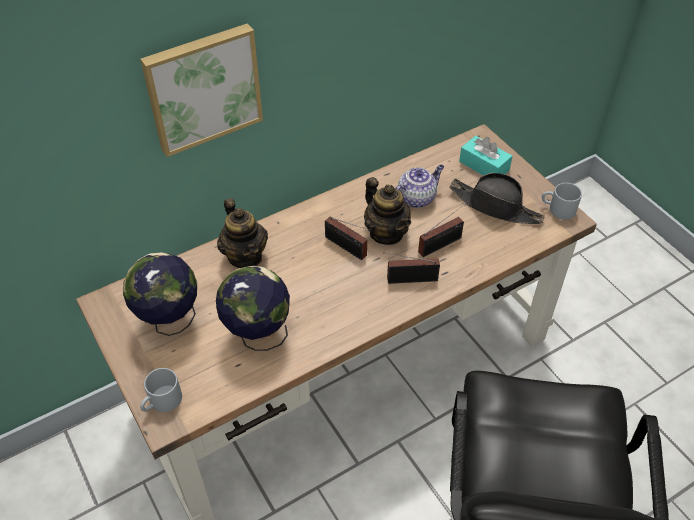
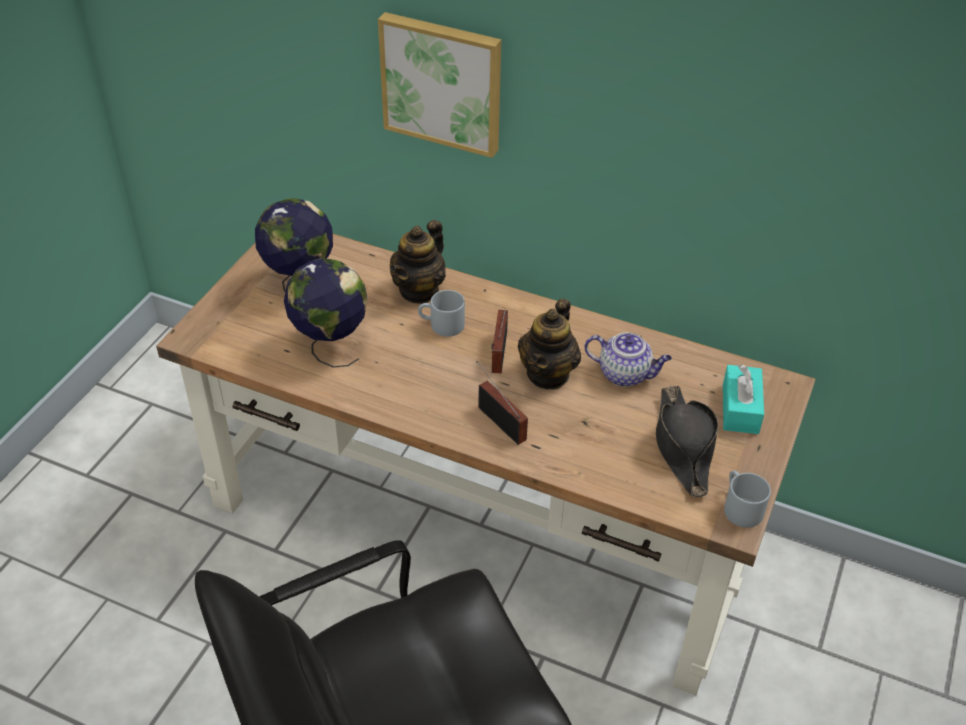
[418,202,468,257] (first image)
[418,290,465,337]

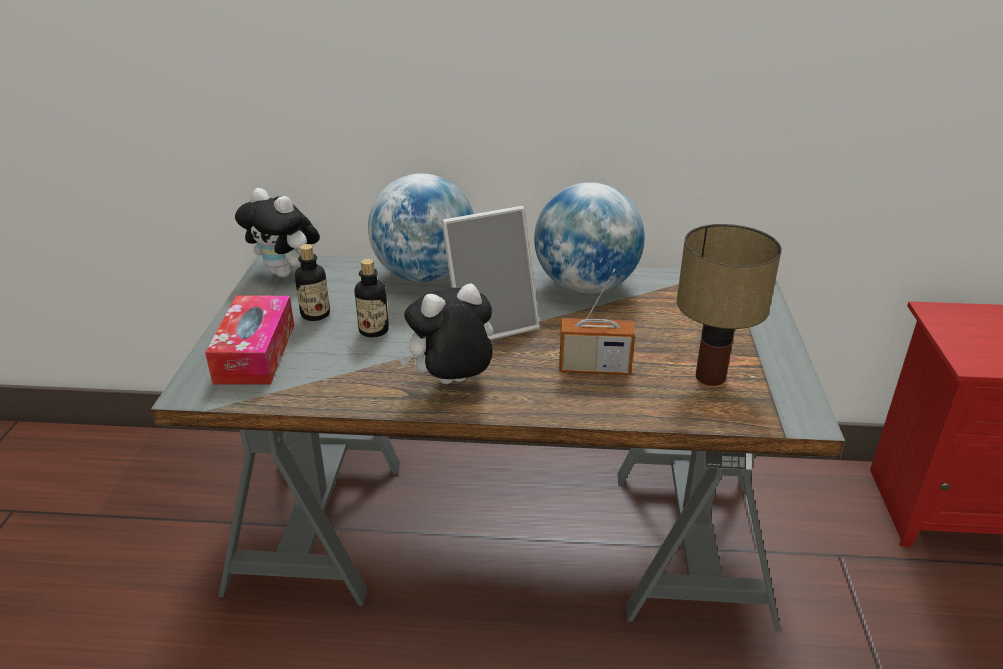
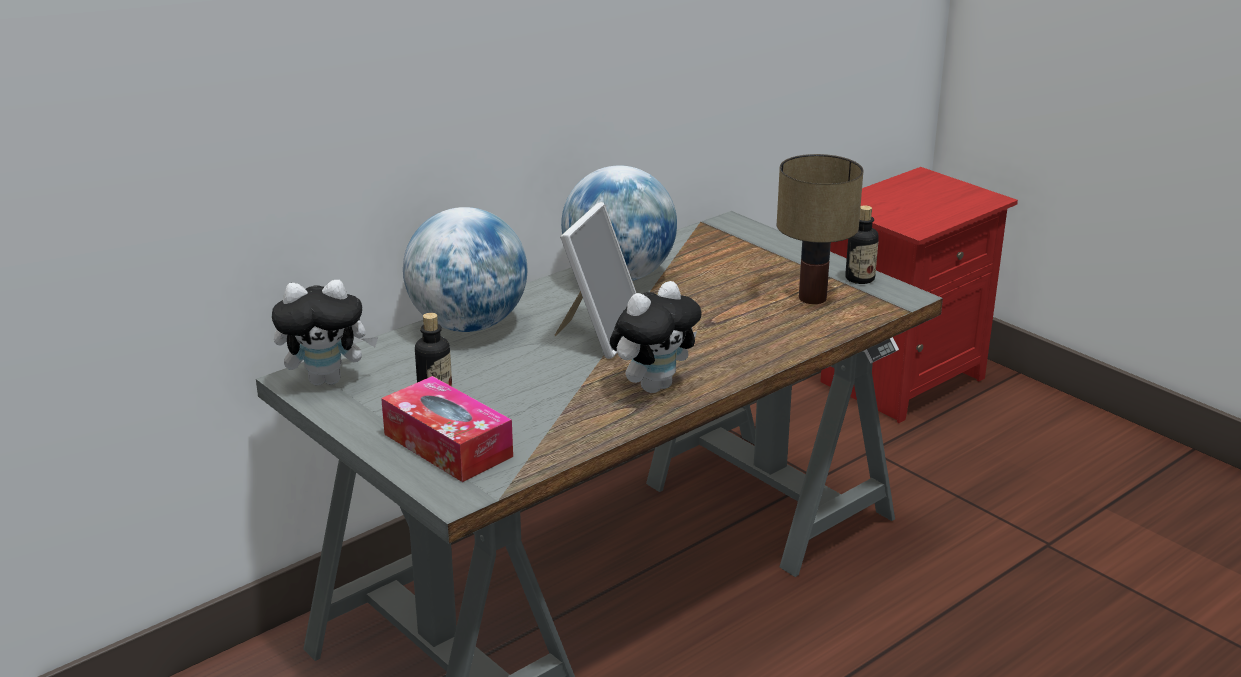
[559,269,635,375] (first image)
[845,205,879,284]
[610,281,702,393]

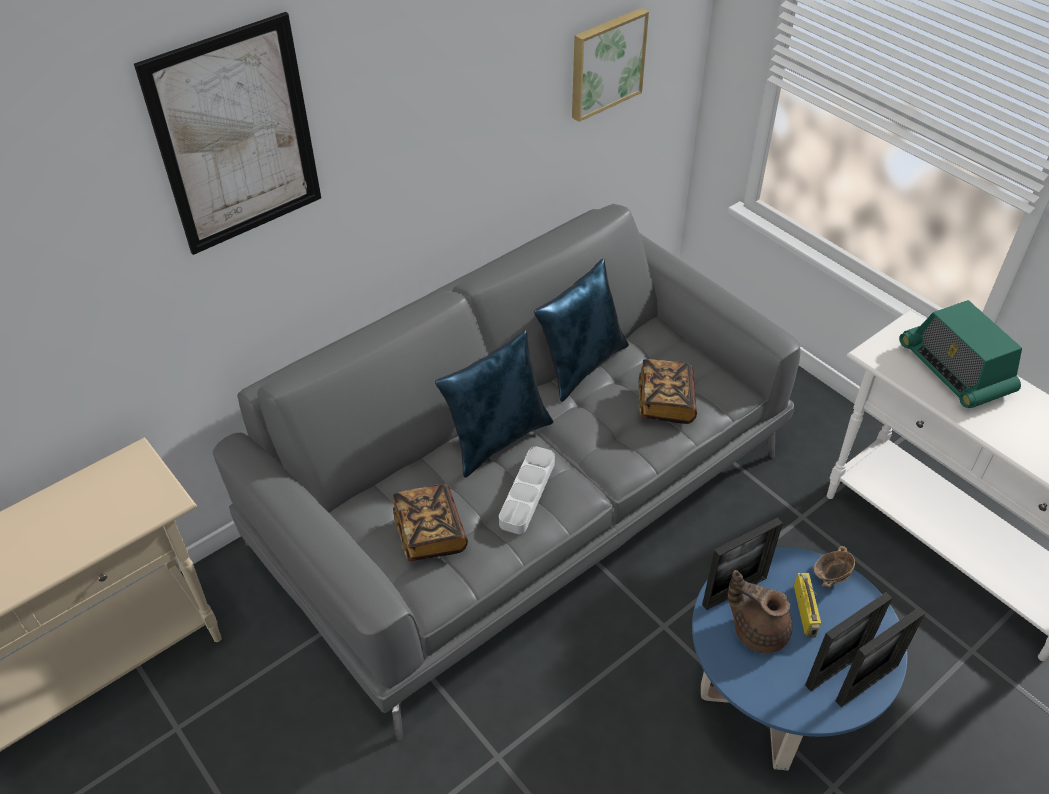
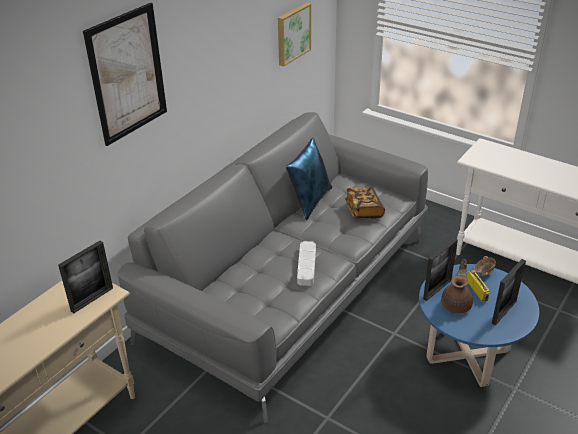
[393,484,468,561] (first image)
[435,330,554,478] (first image)
[899,300,1022,408] (first image)
[58,241,113,313]
[441,259,473,313]

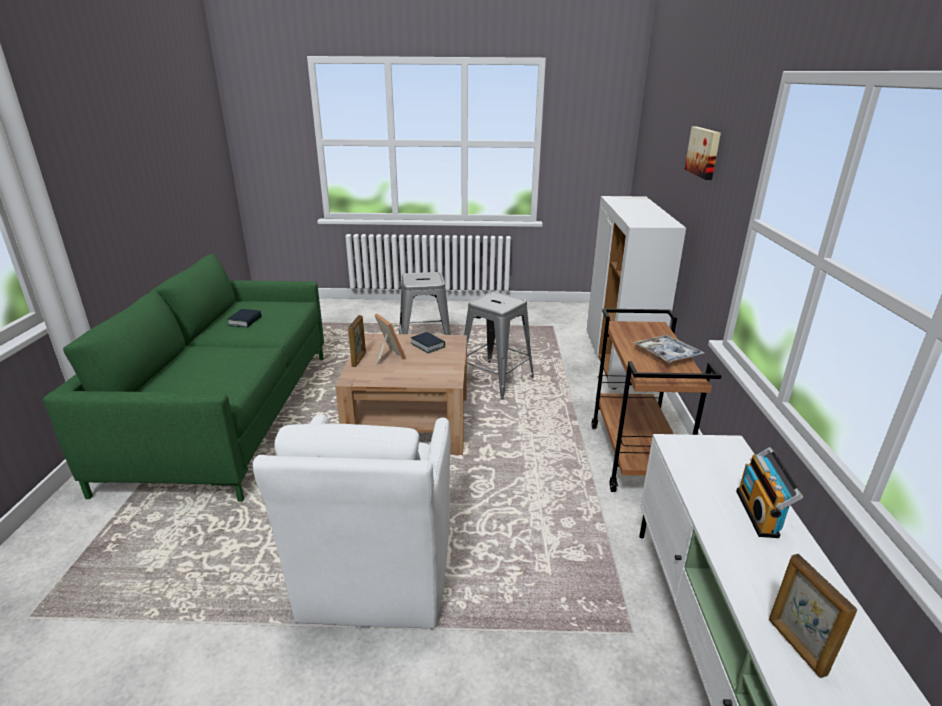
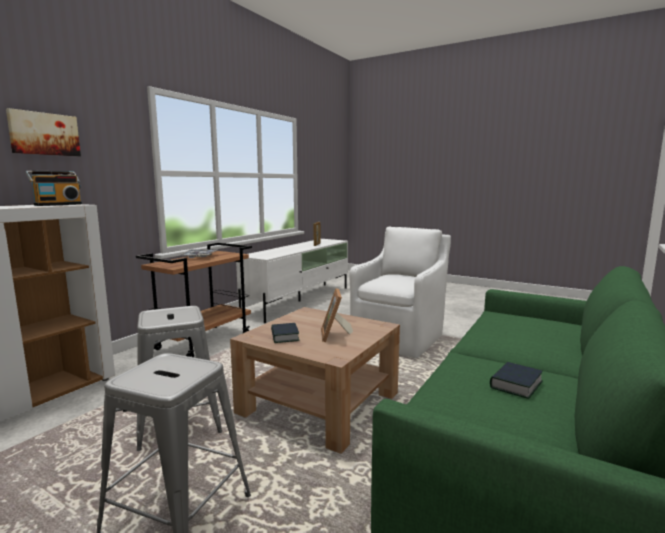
[348,315,366,367] (first image)
[26,170,82,206]

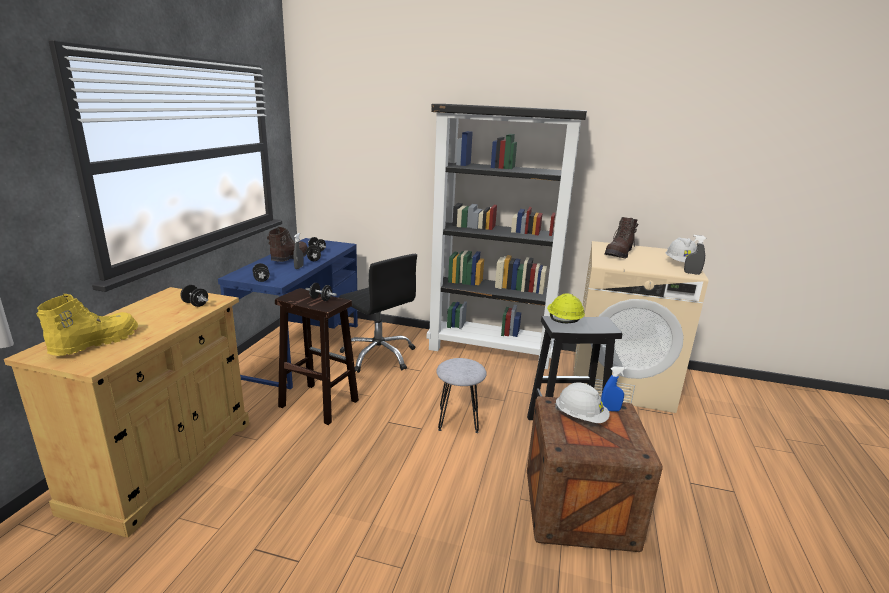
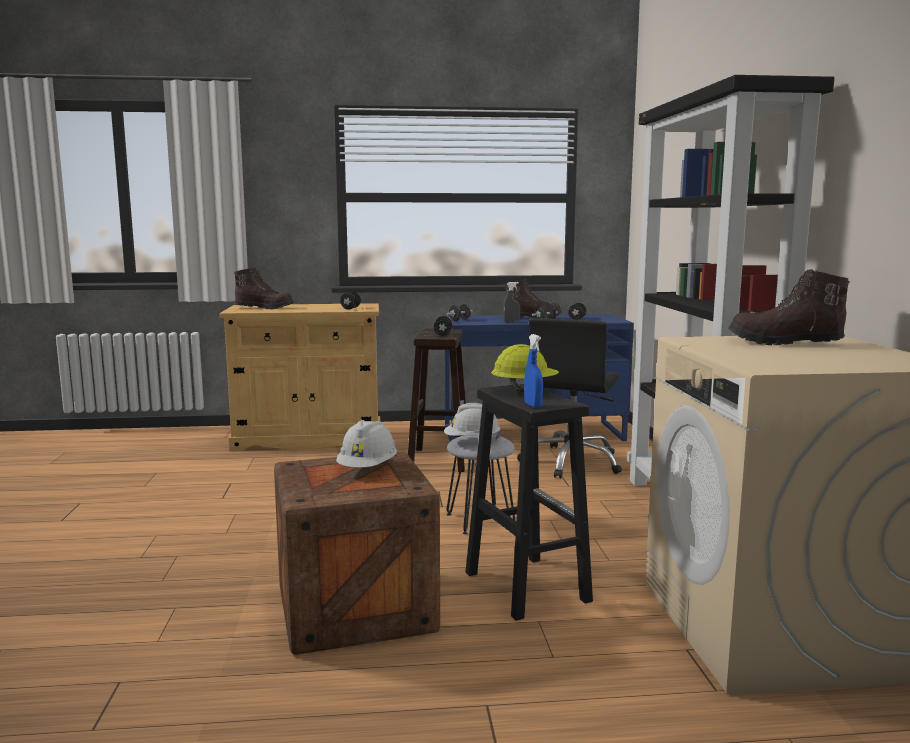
[684,235,706,275] (first image)
[524,334,543,408]
[444,403,501,440]
[234,267,294,309]

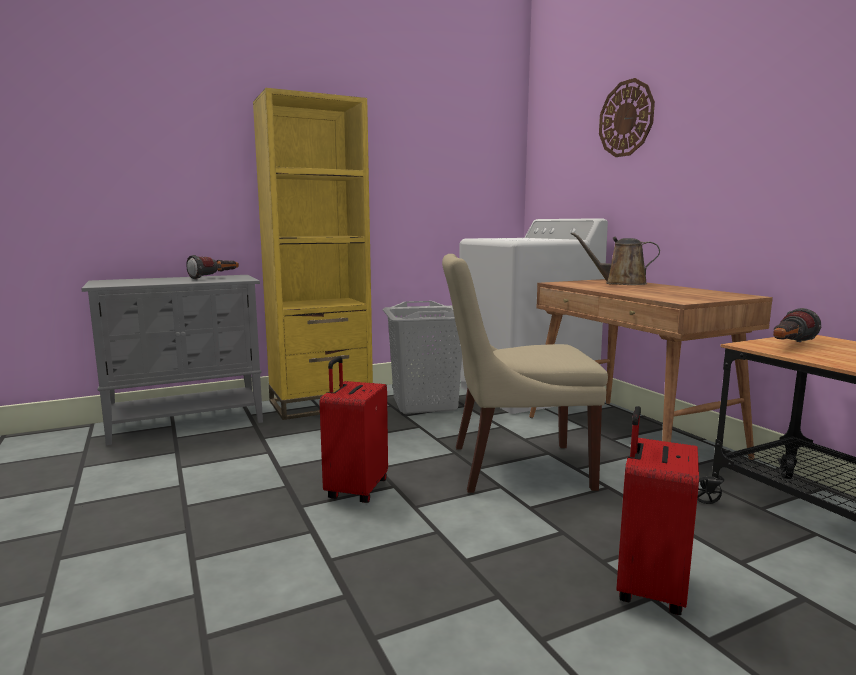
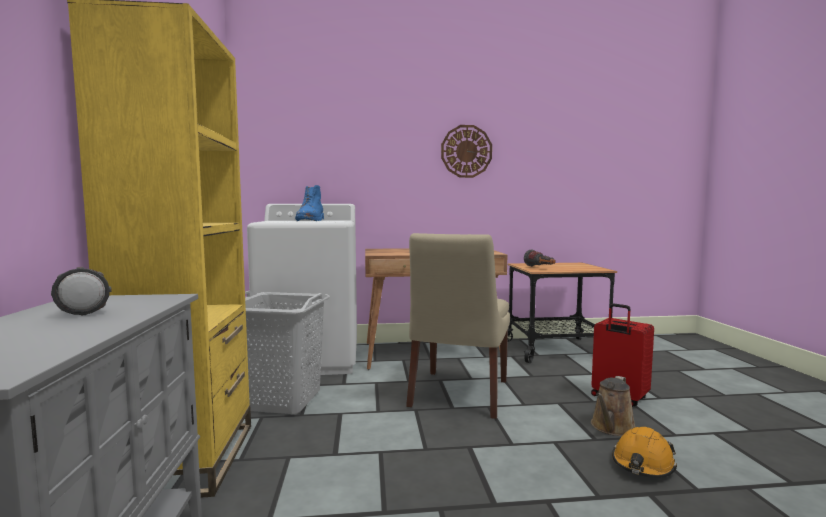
[319,357,388,503] (first image)
[295,185,324,221]
[612,427,677,478]
[591,376,636,436]
[441,125,492,178]

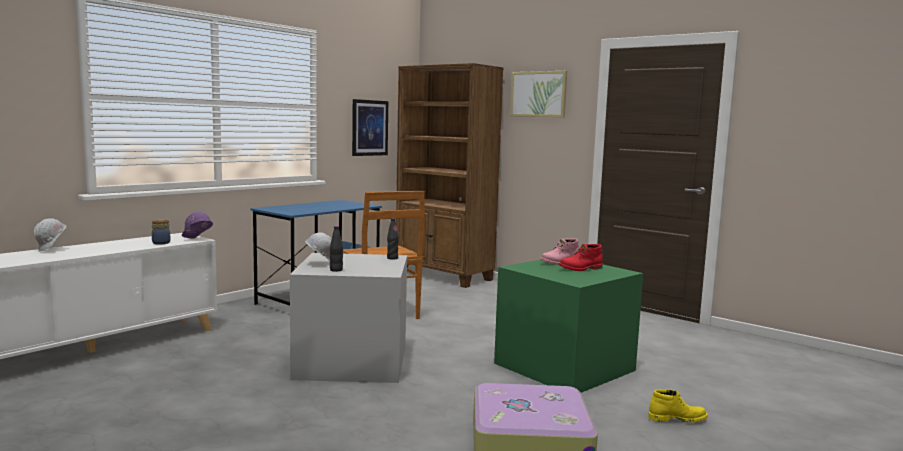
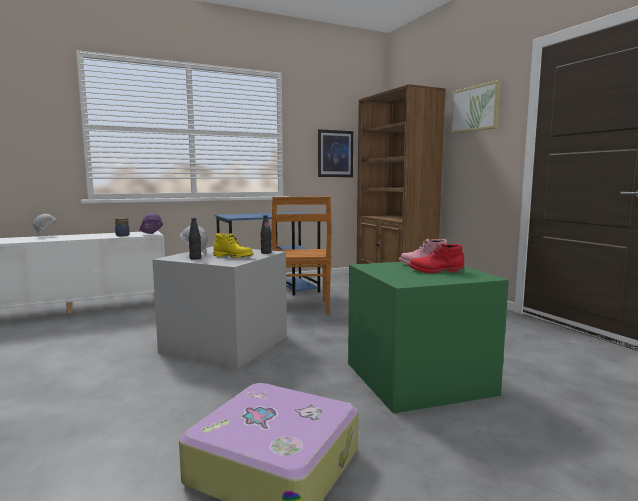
[213,233,254,257]

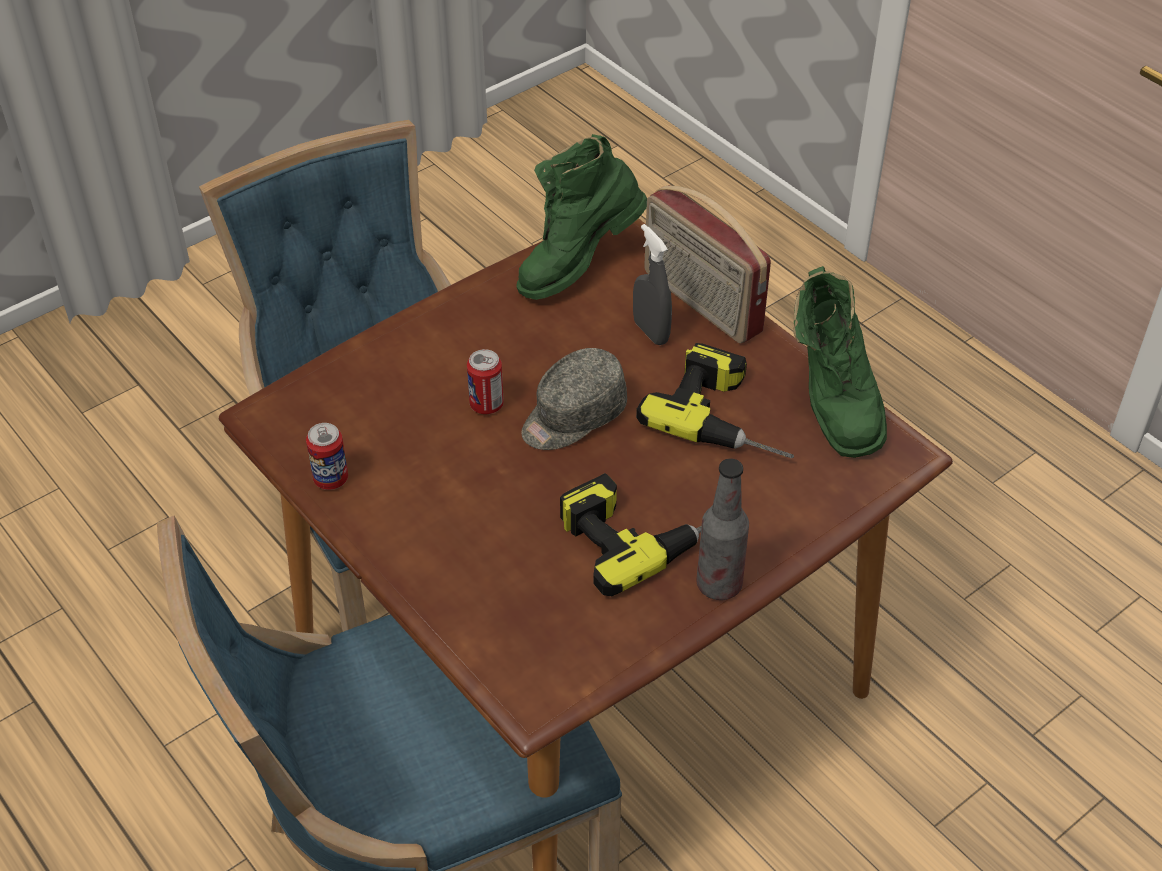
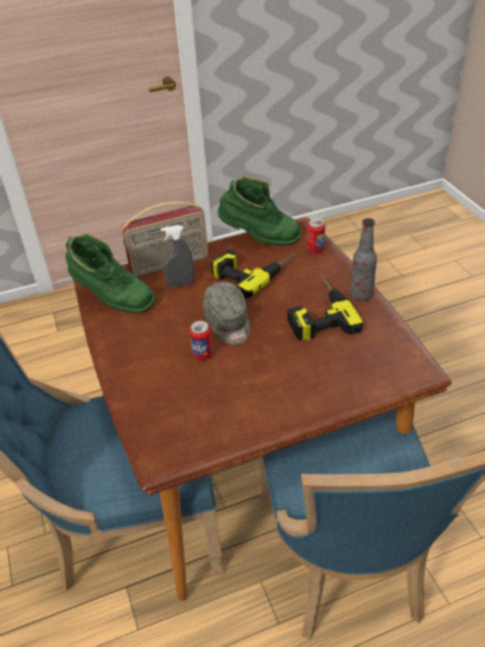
[307,219,325,253]
[65,234,156,313]

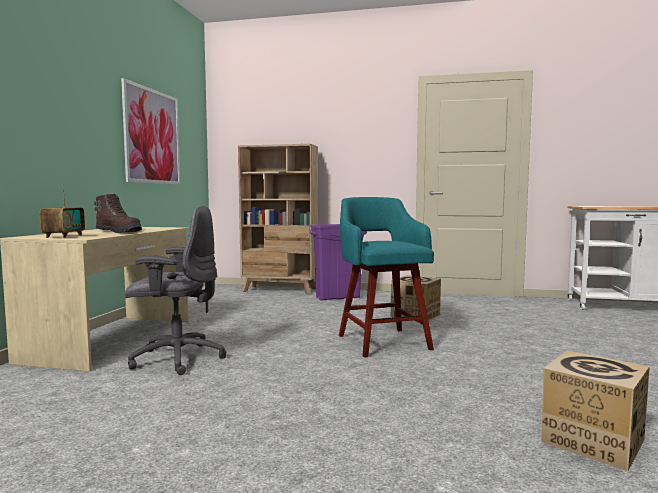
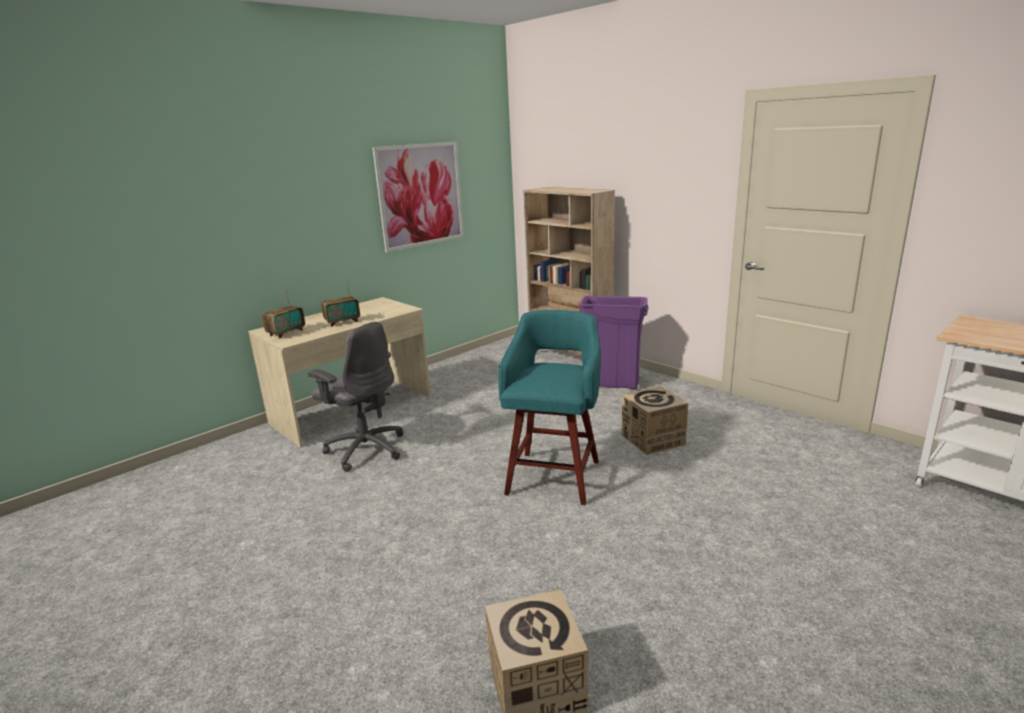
[321,279,360,327]

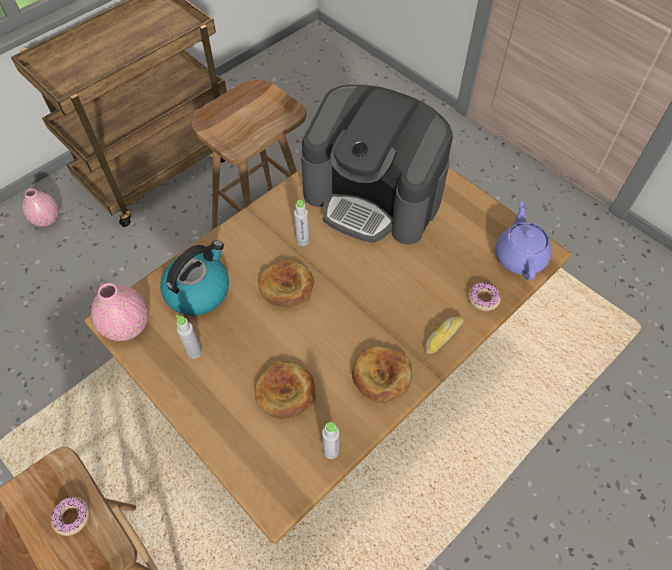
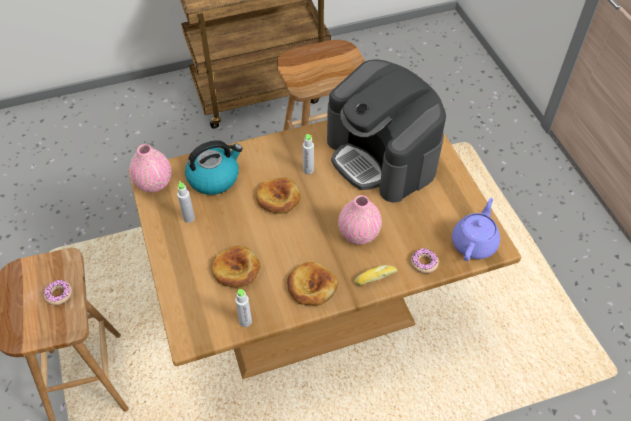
[338,195,382,245]

